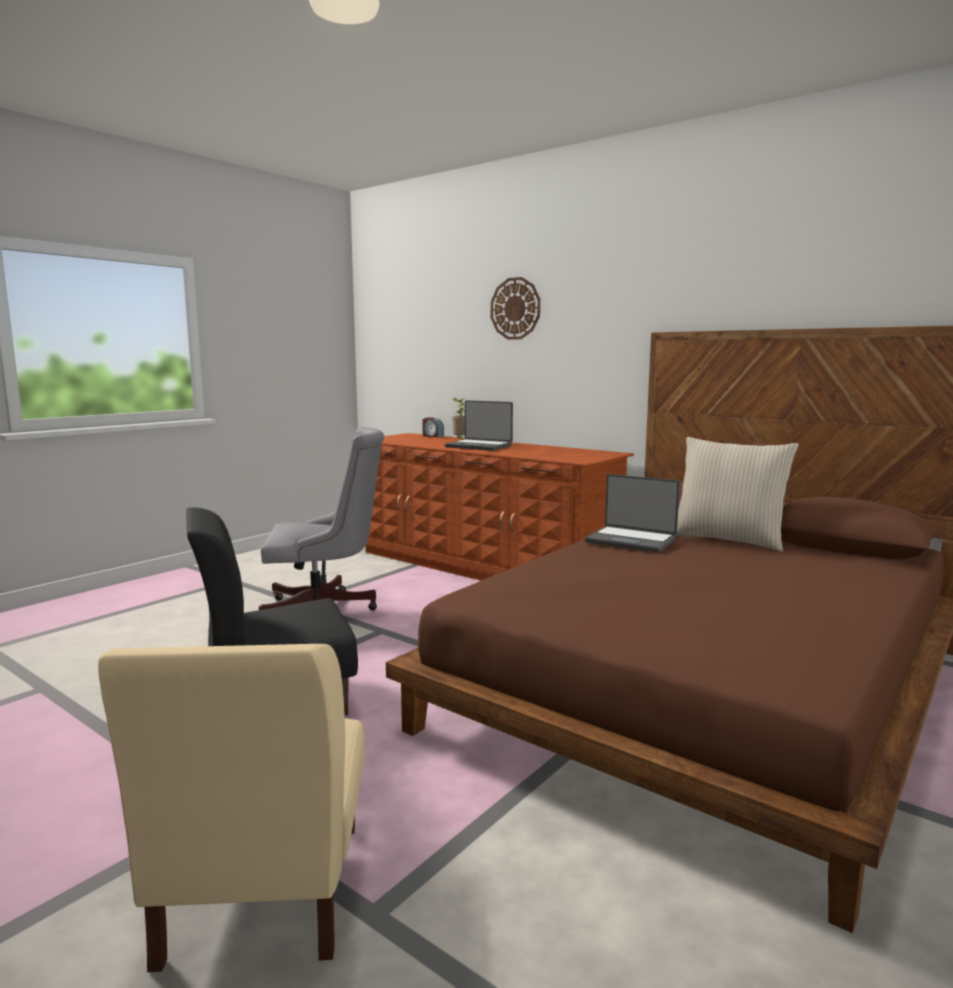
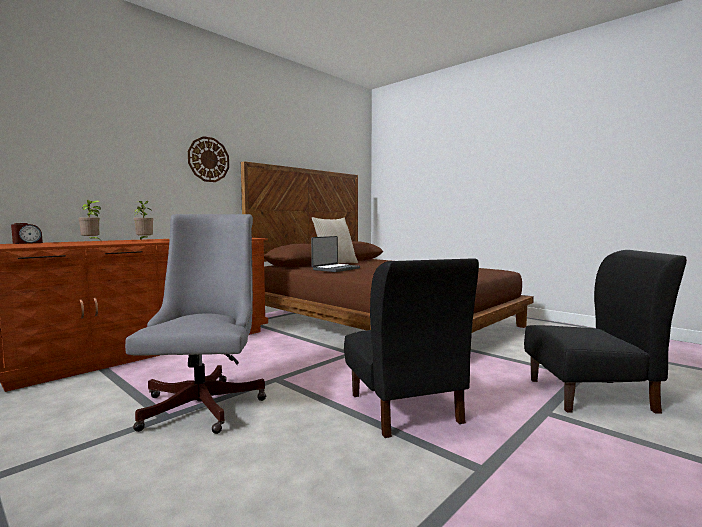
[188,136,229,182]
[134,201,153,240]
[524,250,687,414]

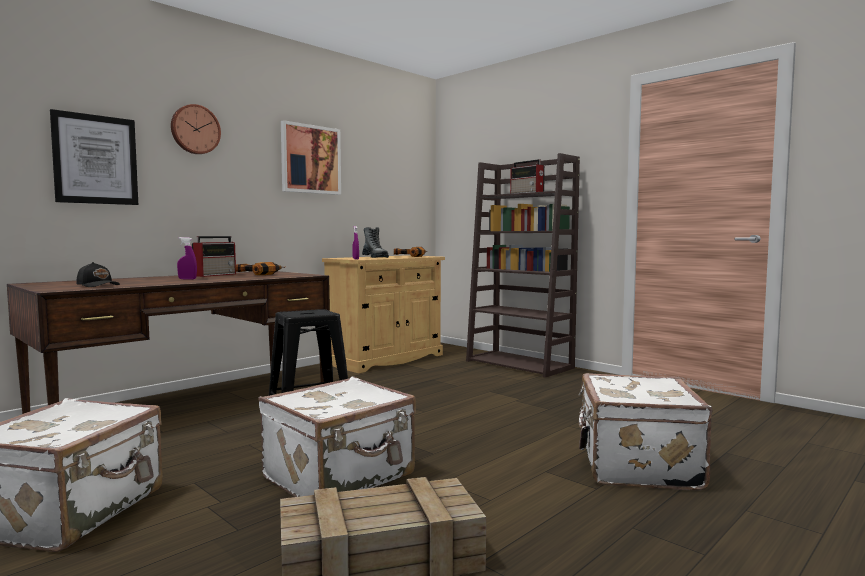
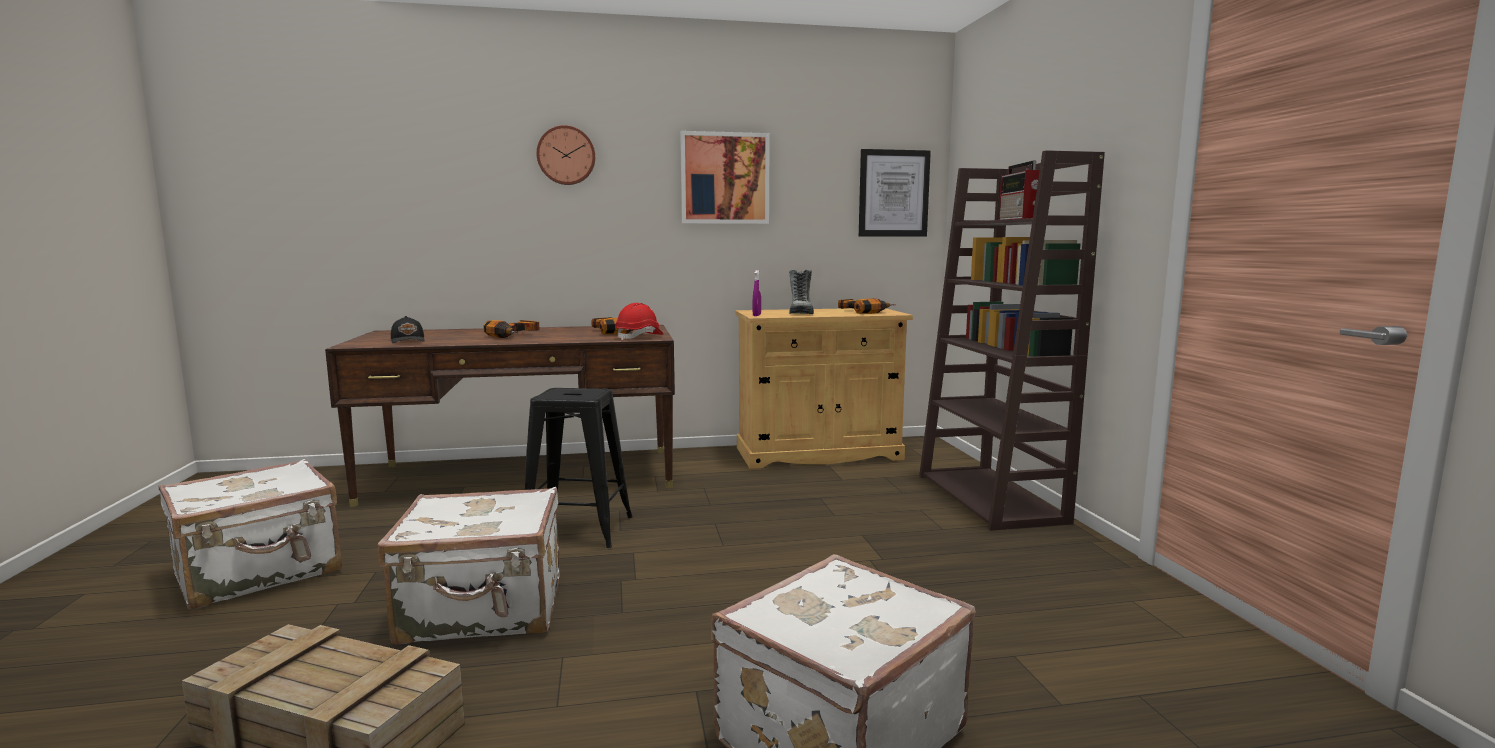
[192,236,236,277] (first image)
[615,303,663,340]
[859,149,931,237]
[483,320,540,338]

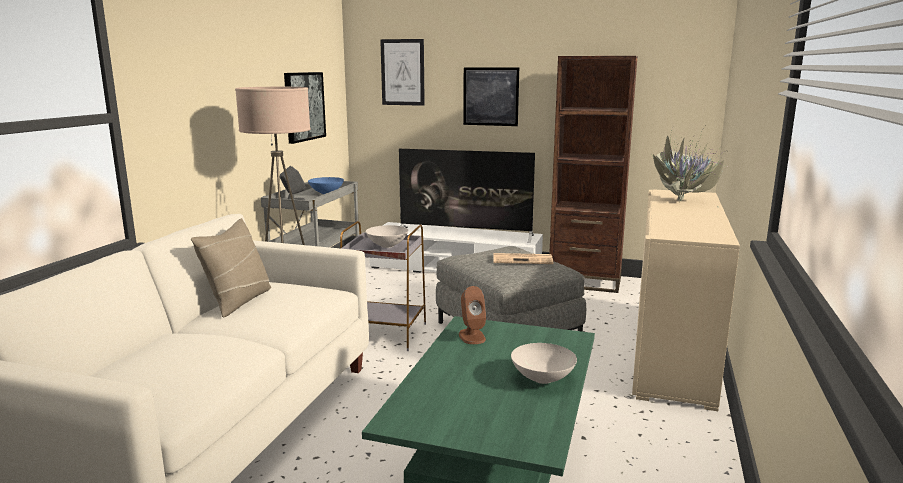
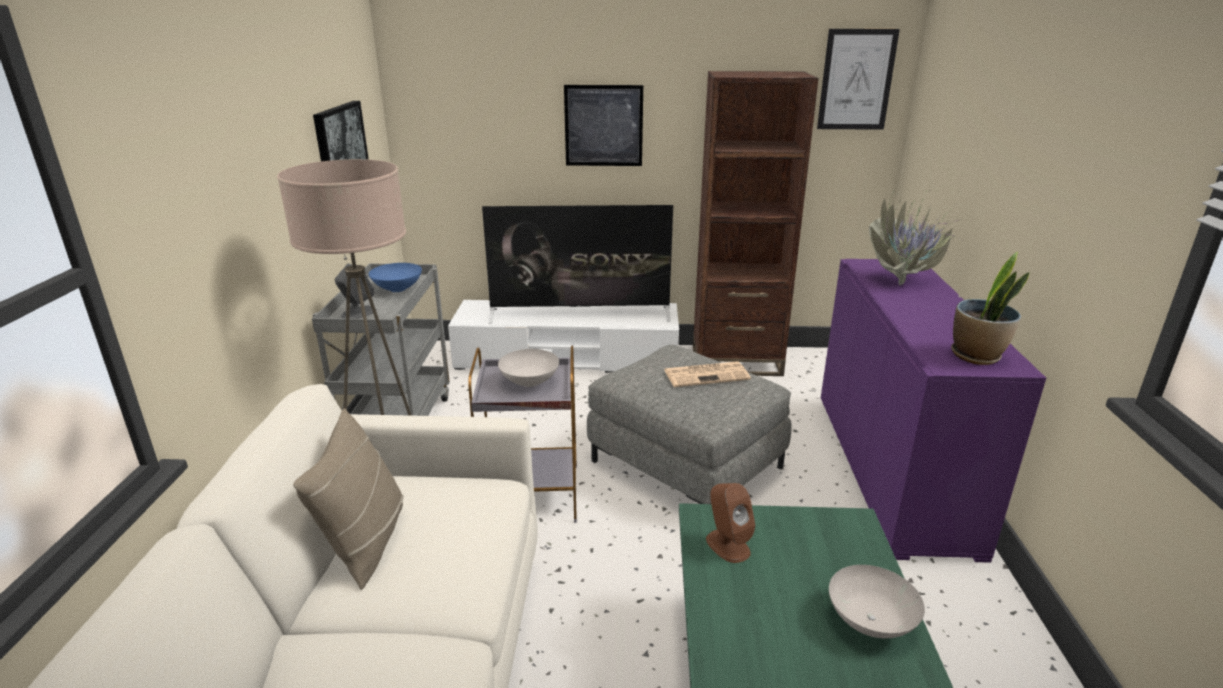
[951,252,1030,365]
[817,29,900,130]
[821,259,1046,563]

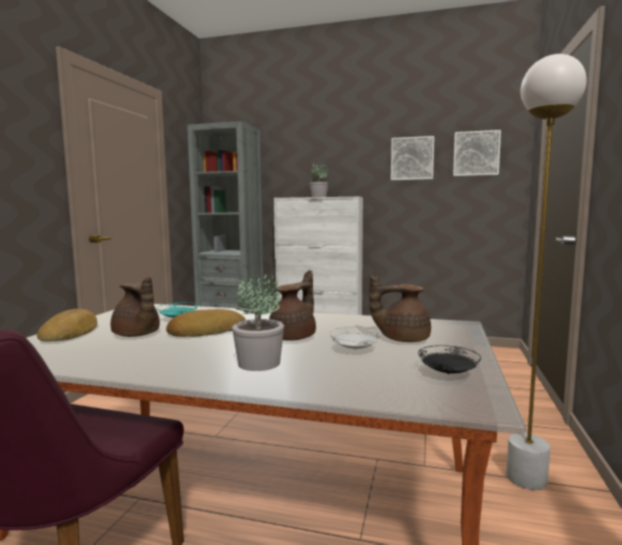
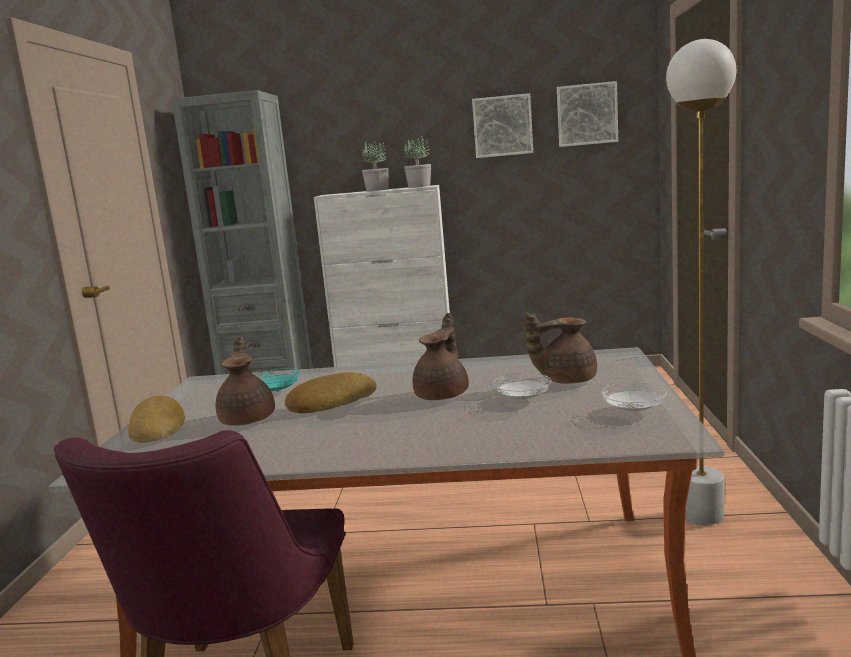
[404,136,431,188]
[601,382,667,412]
[216,336,275,426]

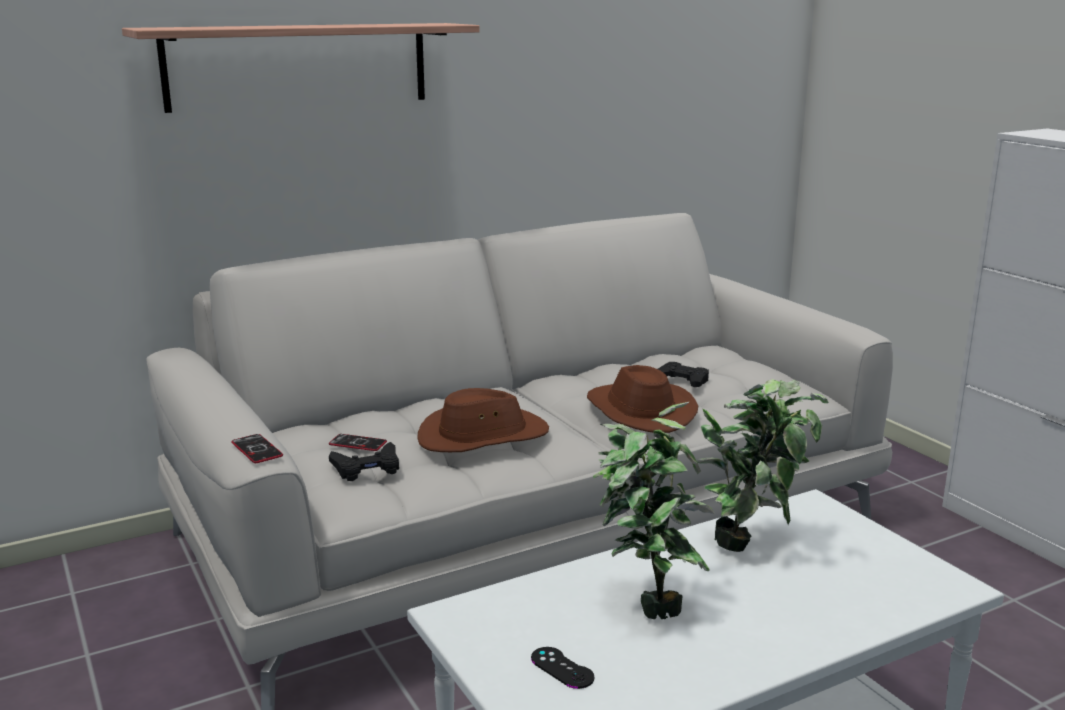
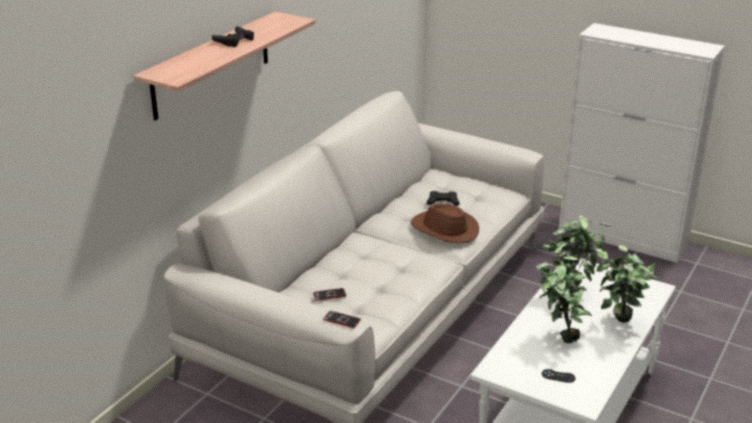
[418,388,549,452] (first image)
[596,245,658,323]
[212,26,254,47]

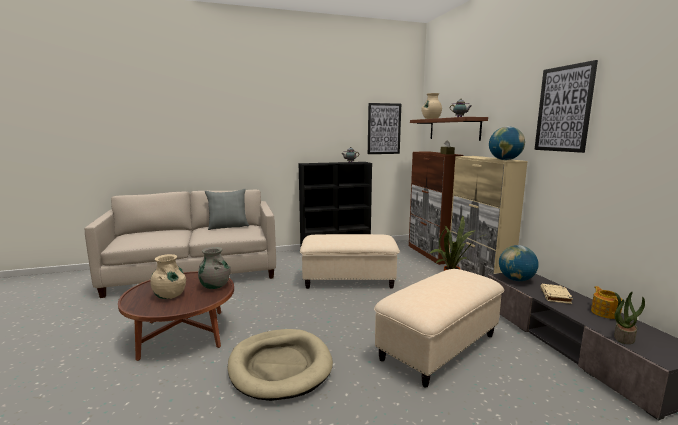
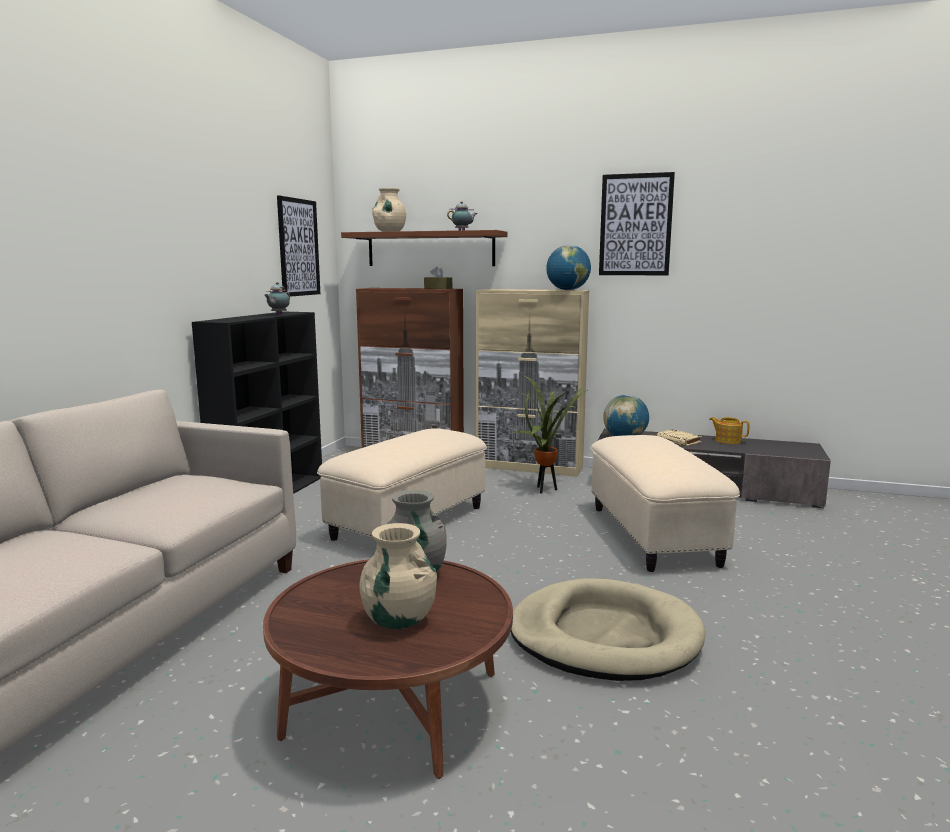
[205,189,249,230] (first image)
[614,292,645,344] (first image)

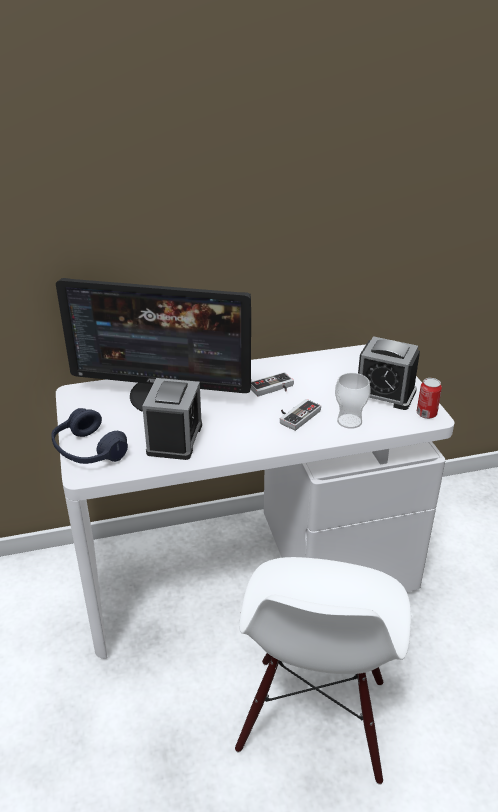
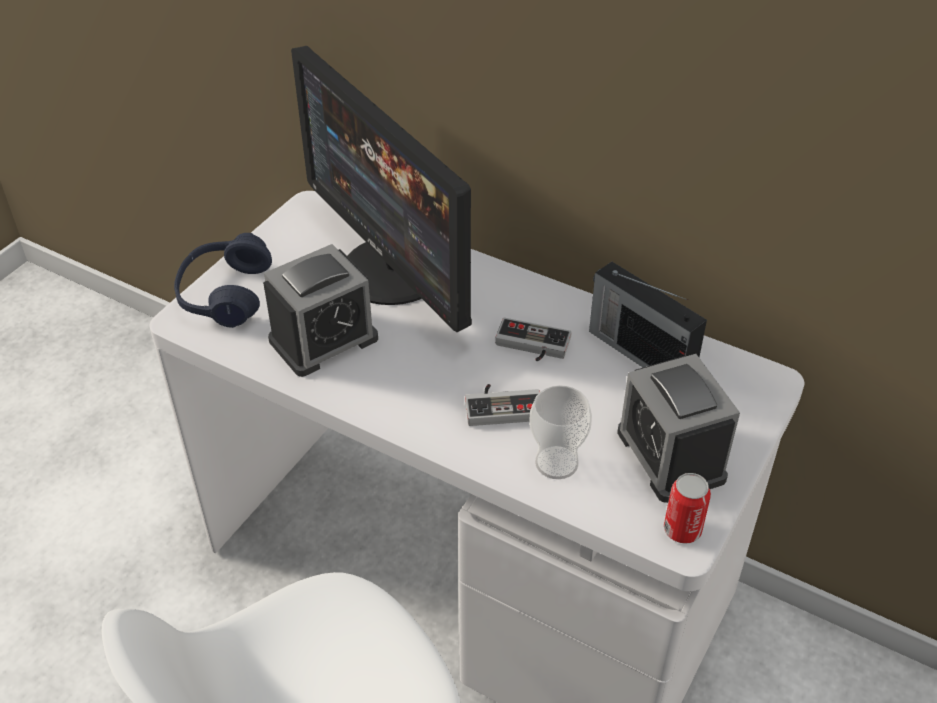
[589,262,707,367]

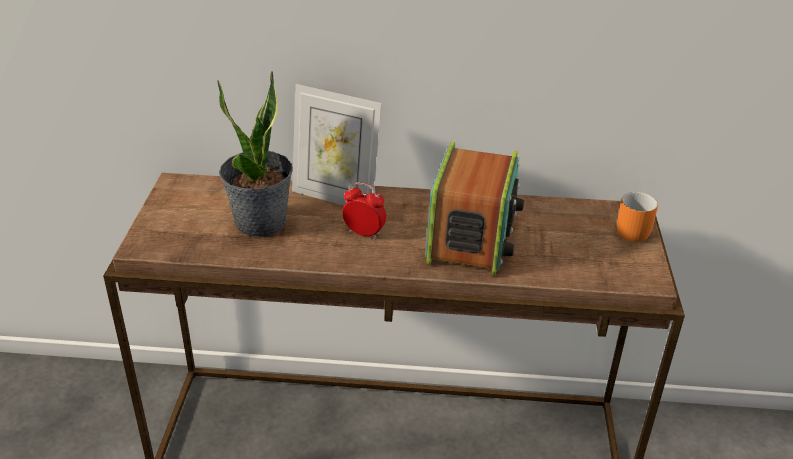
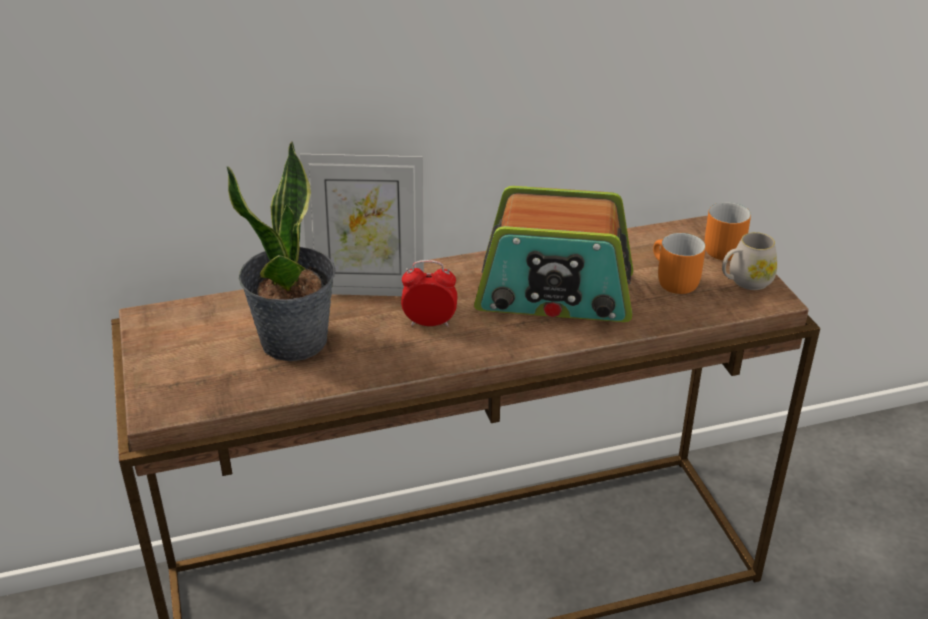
[653,233,706,294]
[722,232,777,290]
[474,186,633,322]

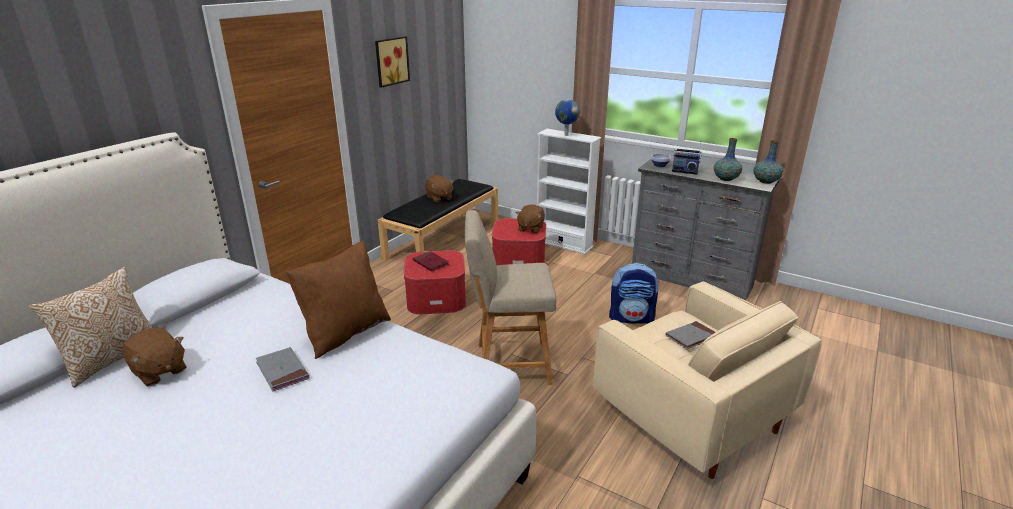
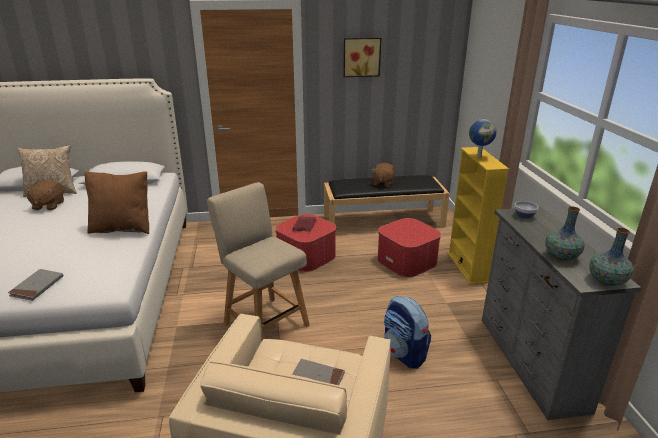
[516,204,545,233] (first image)
[672,141,702,175] (first image)
[8,269,63,301]
[448,147,509,284]

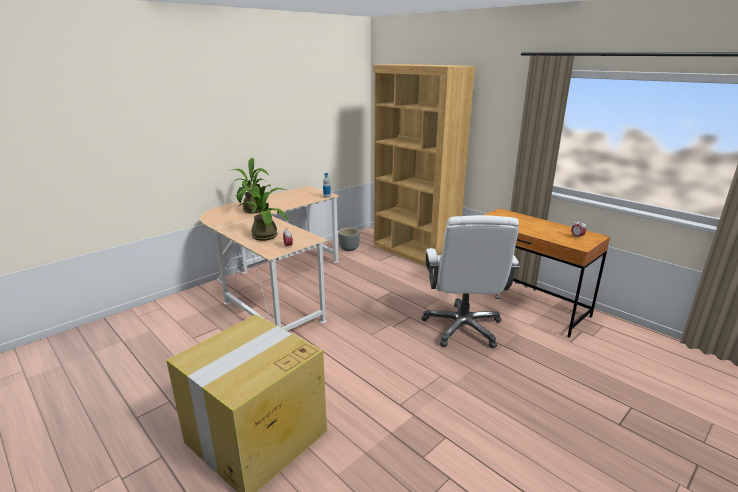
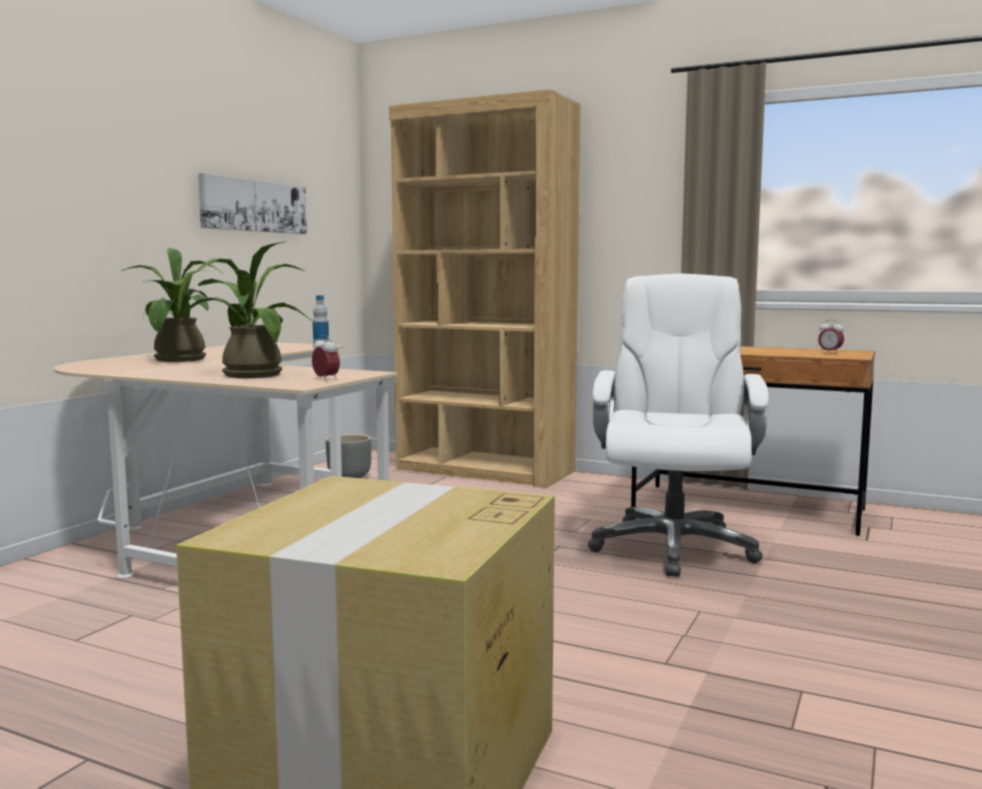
[198,173,307,234]
[588,274,769,577]

